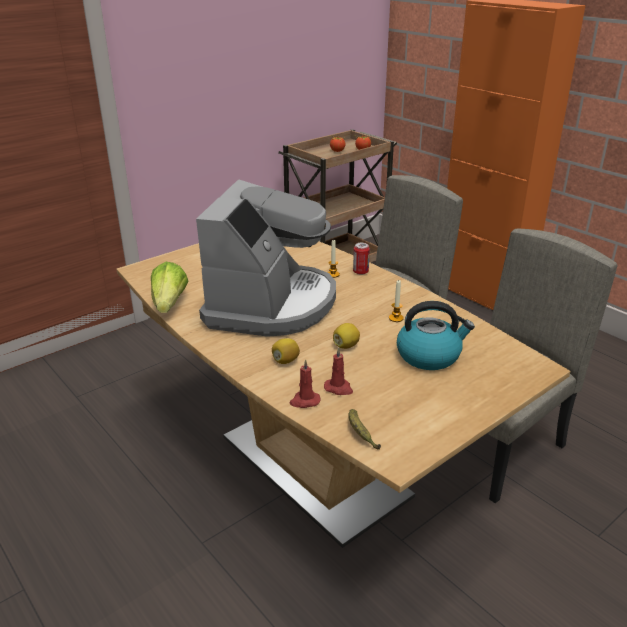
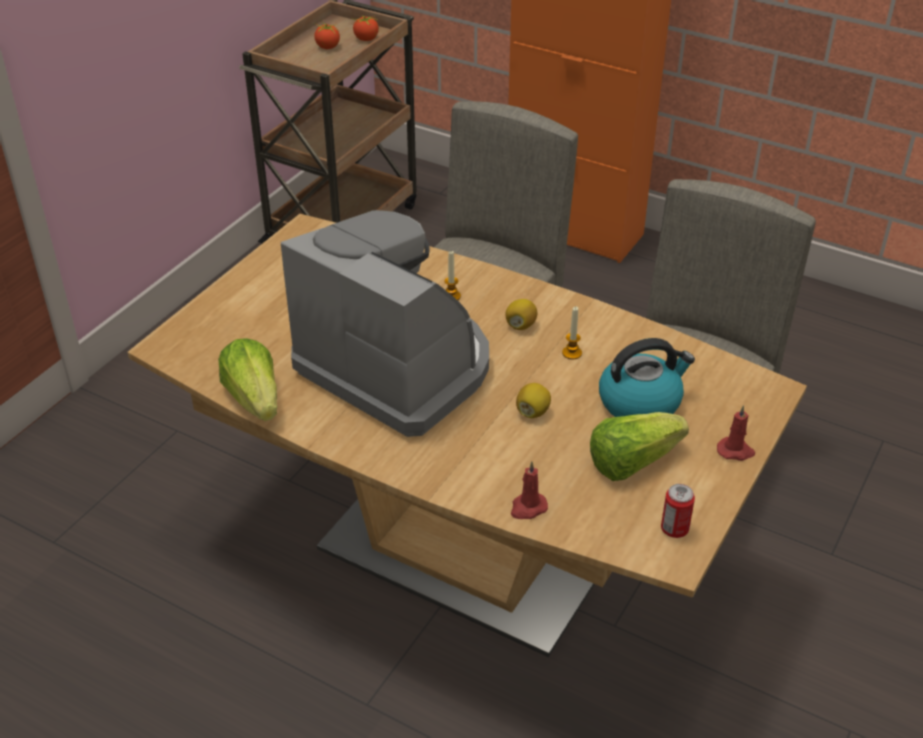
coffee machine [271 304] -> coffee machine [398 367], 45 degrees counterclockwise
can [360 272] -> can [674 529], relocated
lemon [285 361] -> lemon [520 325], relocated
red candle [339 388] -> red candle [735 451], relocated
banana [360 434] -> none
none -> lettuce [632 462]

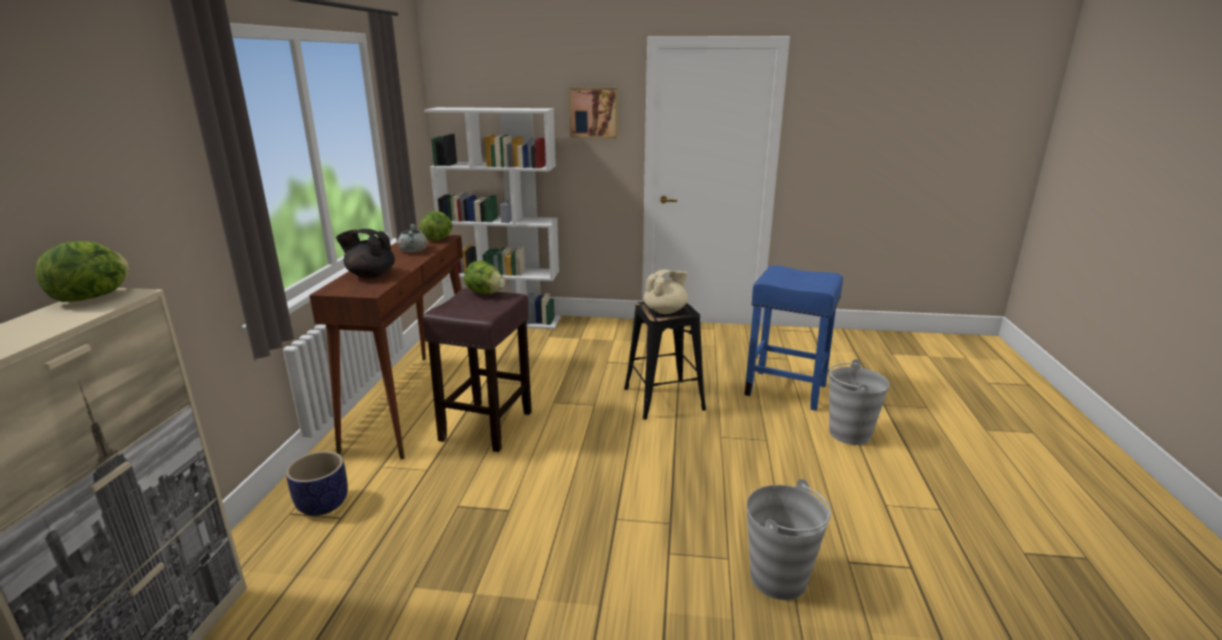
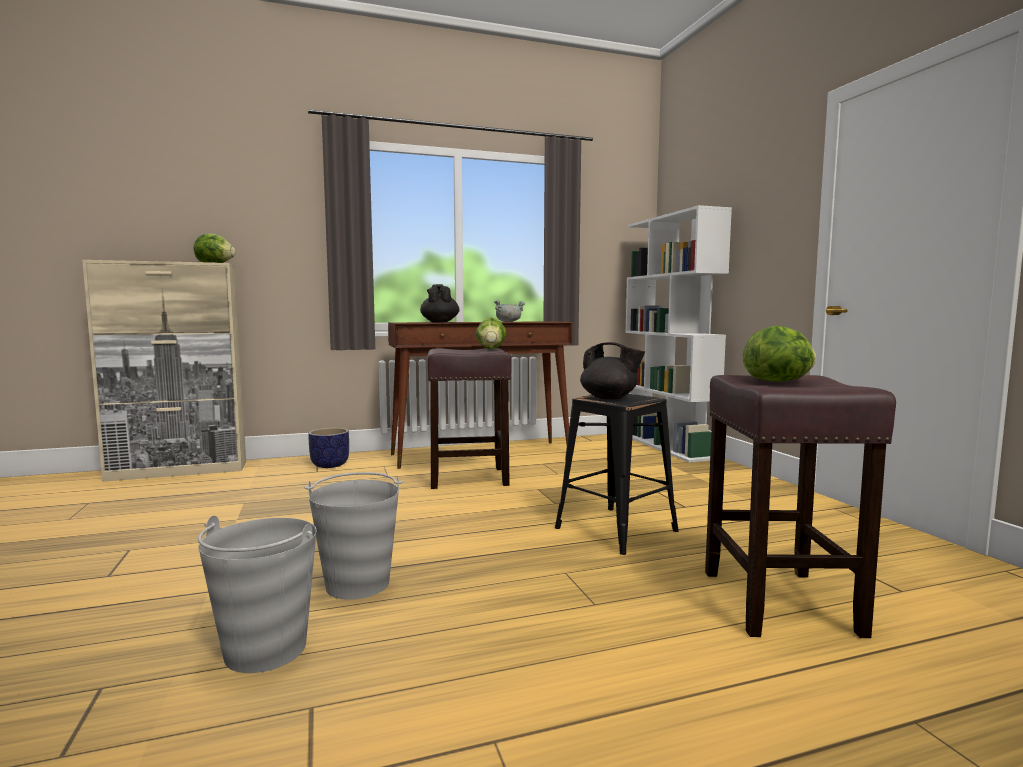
picture [594 112] -> none
lettuce [438 239] -> lettuce [779 381], relocated
blue stool [787 390] -> brown stool [781 603]
beige teapot [666 311] -> black teapot [610 398]
grey bucket [849 433] -> grey bucket [358 584], relocated

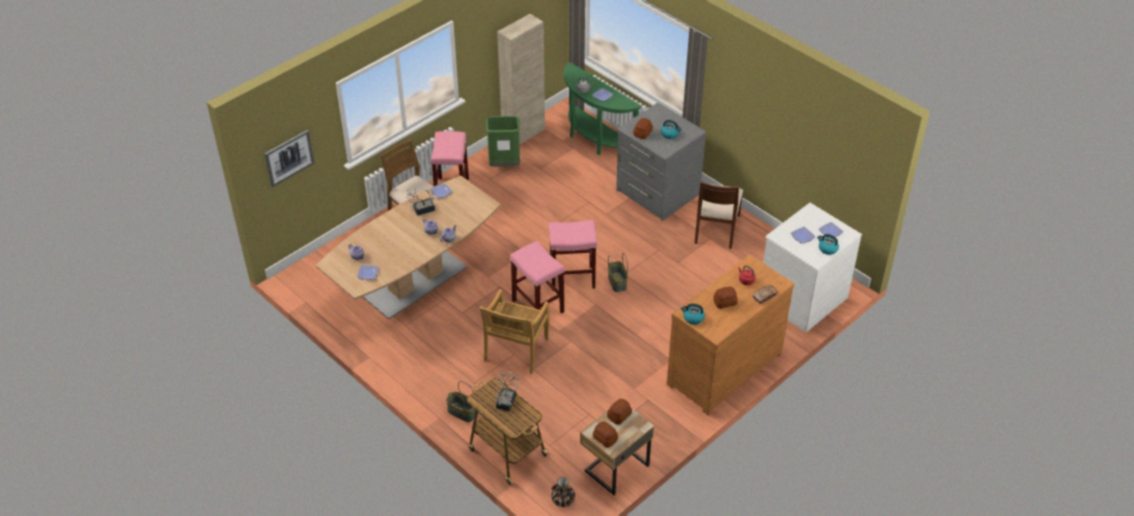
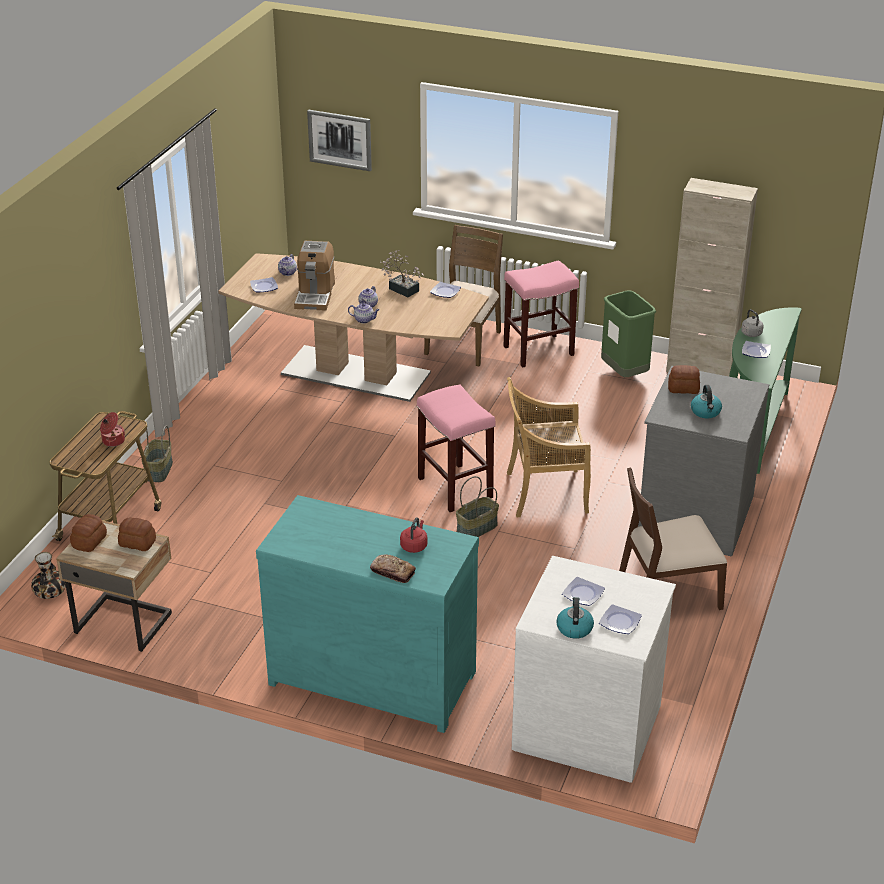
pink stool [537 306] -> none
brown dresser [722 368] -> turquoise dresser [373 675]
bread [725 302] -> none
beige chair [516 351] -> beige chair [545 493], relocated
kettle [693 318] -> none
potted plant [507 399] -> cooking pot [112 441]
none -> coffee machine [315 295]

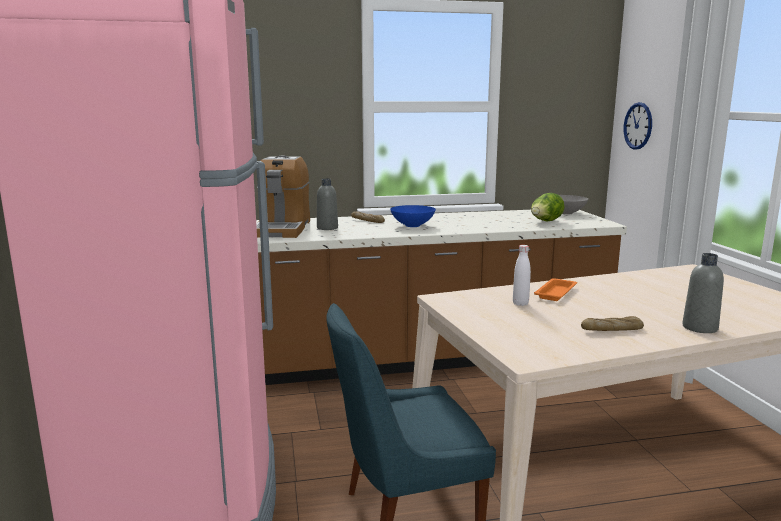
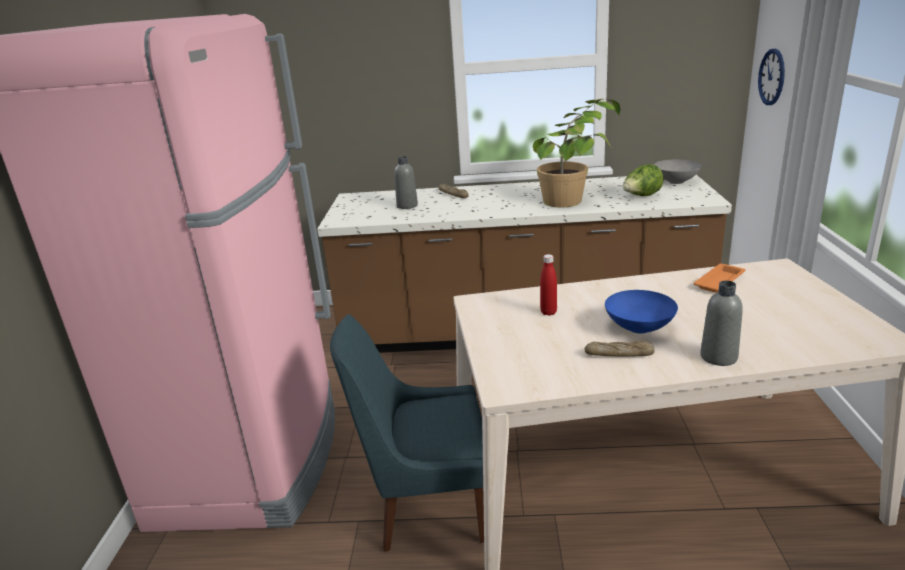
coffee machine [282 228] -> none
blue bowl [412 226] -> blue bowl [638 328], relocated
white bottle [520 303] -> red bottle [548 312]
orange tray [556 292] -> orange tray [719 281], relocated
none -> potted plant [577 197]

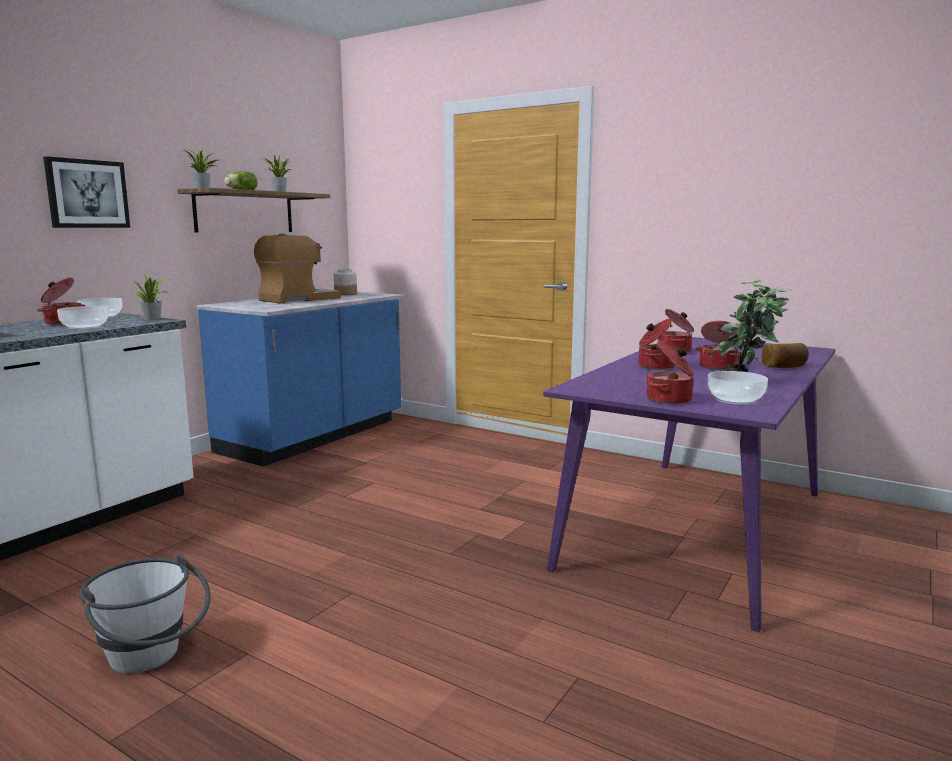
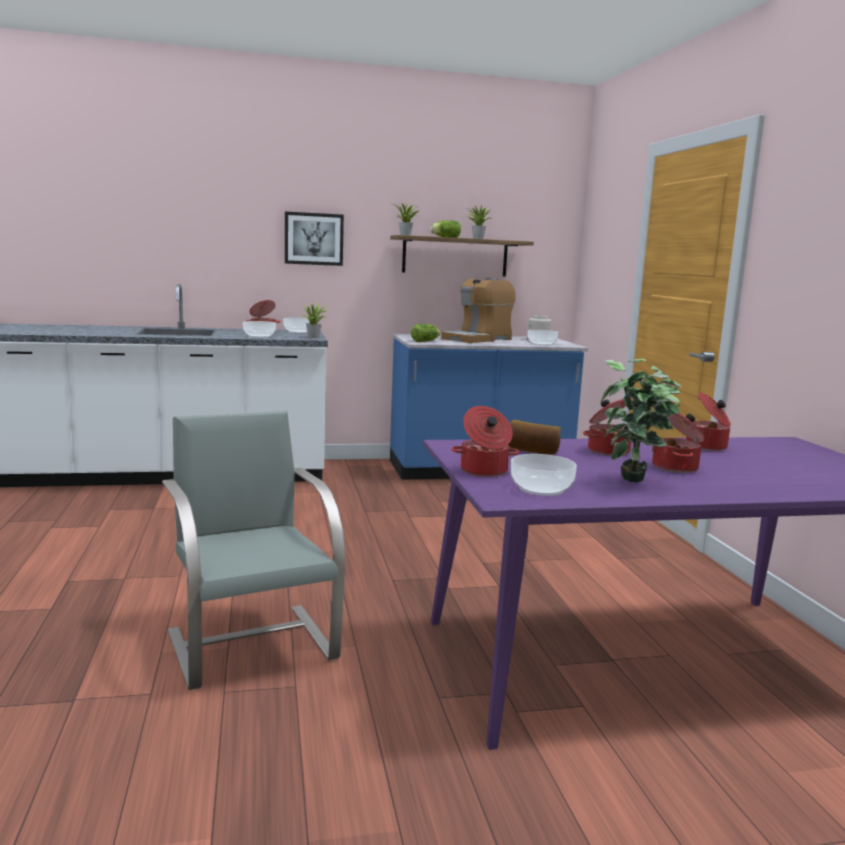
coffee machine [298 299] -> coffee machine [478 339], 135 degrees clockwise
bread [785 367] -> bread [532 451], relocated
white bucket [151 659] -> none
none -> lettuce [426 341]
none -> bowl [541 344]
none -> grey chair [252 643]

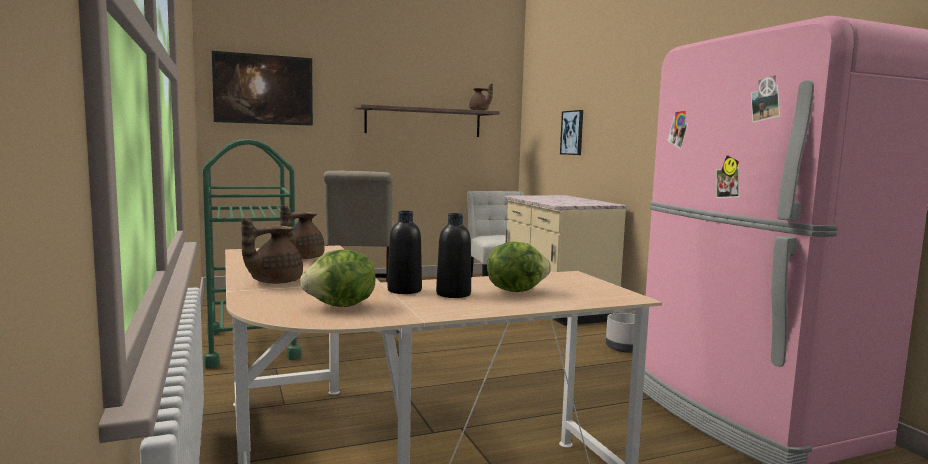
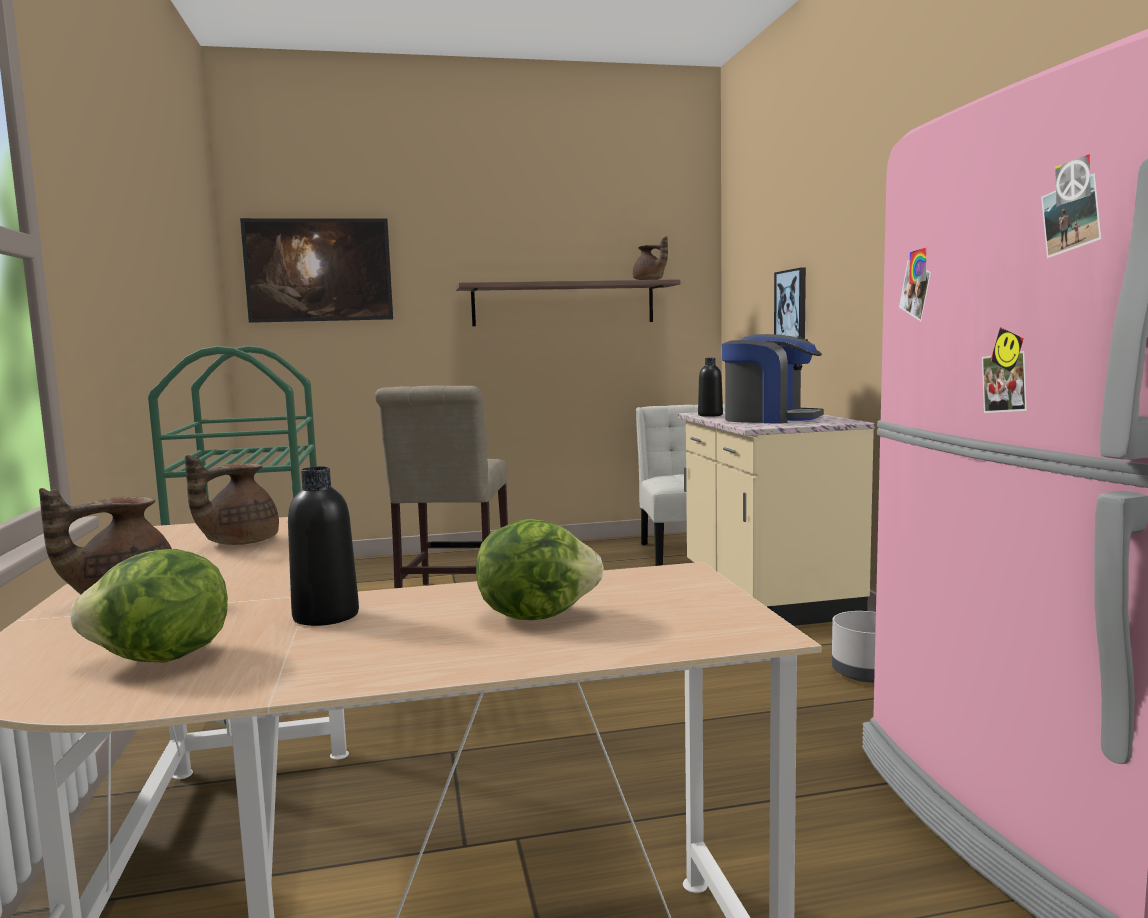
black bottle [453 294] -> black bottle [710 415], relocated
none -> coffee machine [770 419]

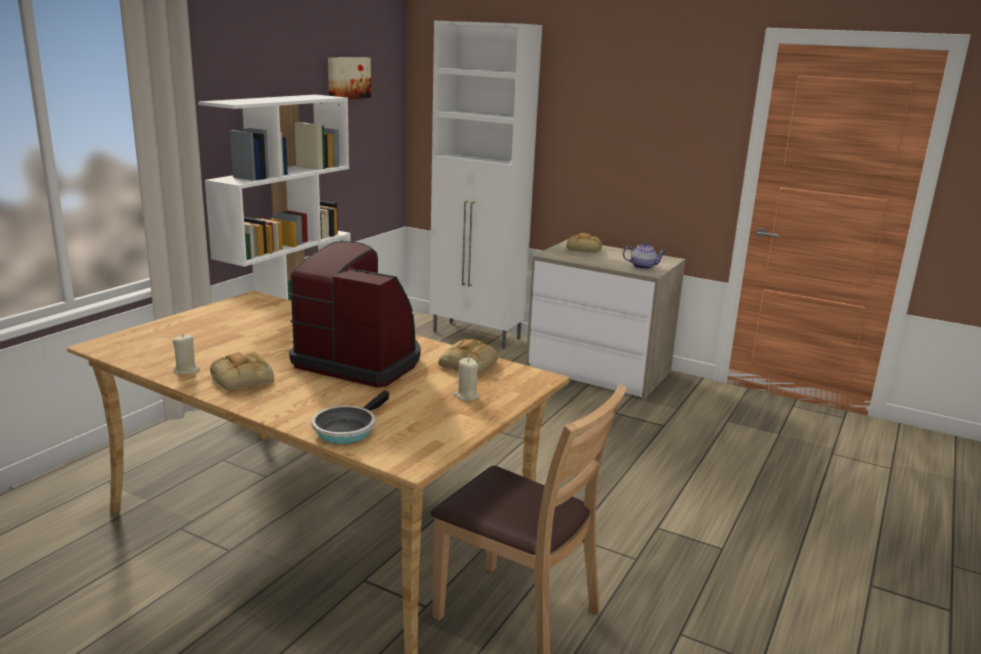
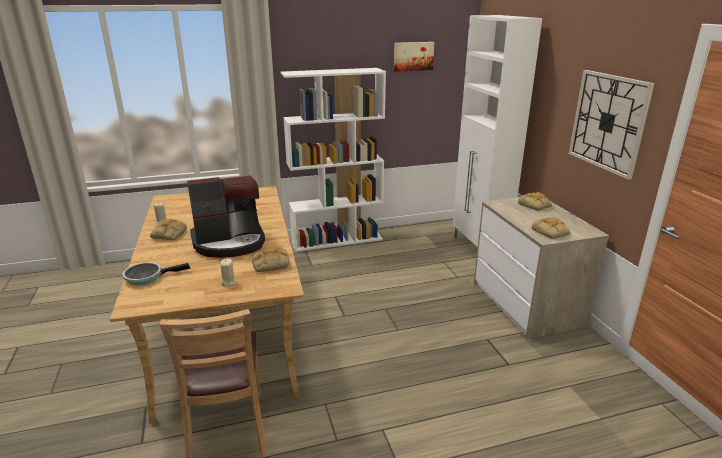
coffee machine [360 361] -> coffee machine [229 242], 90 degrees clockwise
teapot [643 267] -> bread [551 232]
none -> wall clock [608 122]

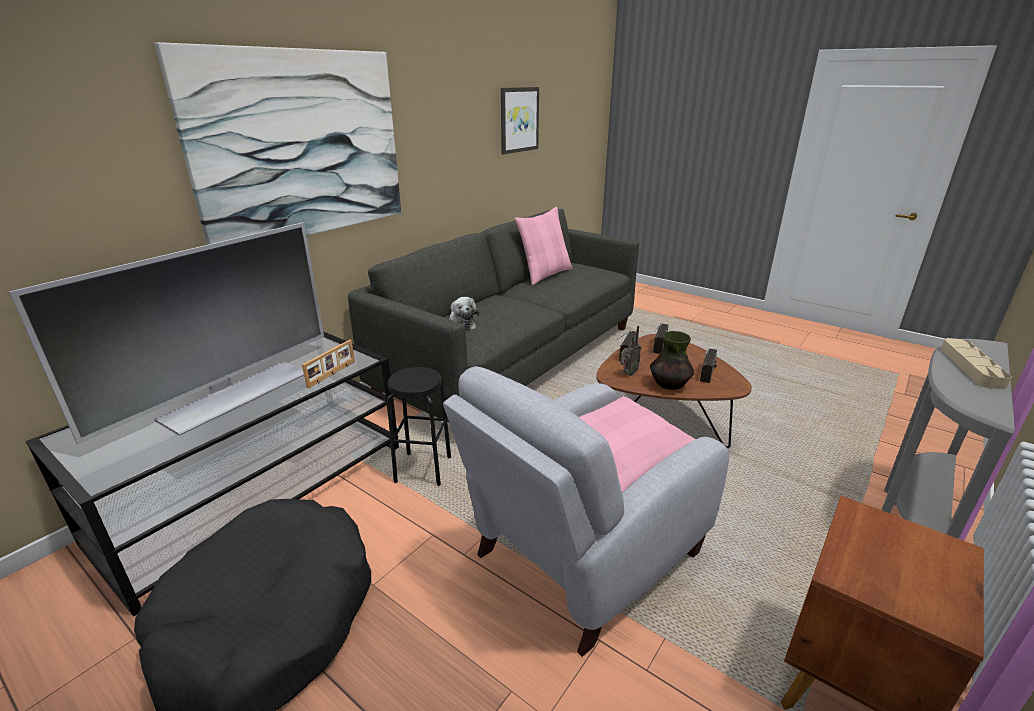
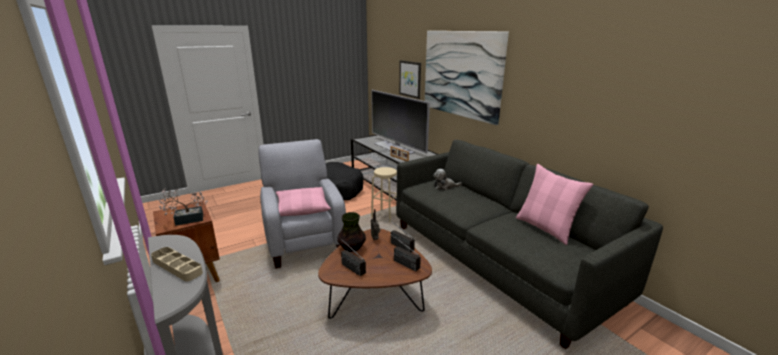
picture [518 120] -> picture [410 79], relocated
black stool [423 469] -> beige stool [385 215]
none -> potted plant [185 220]

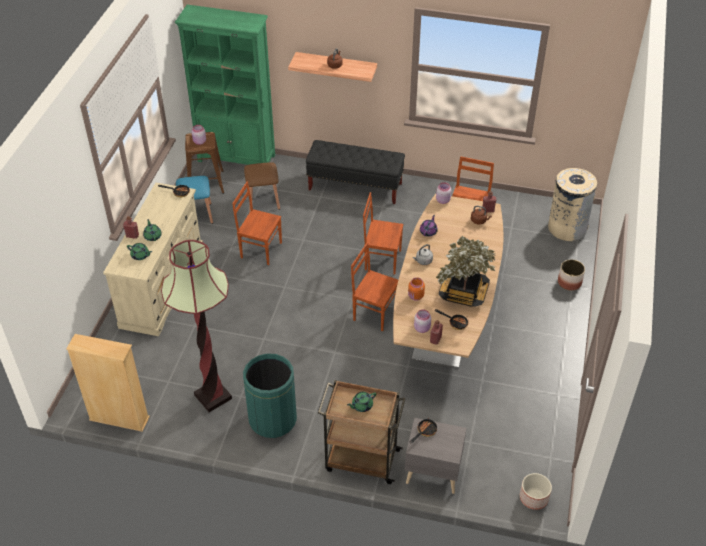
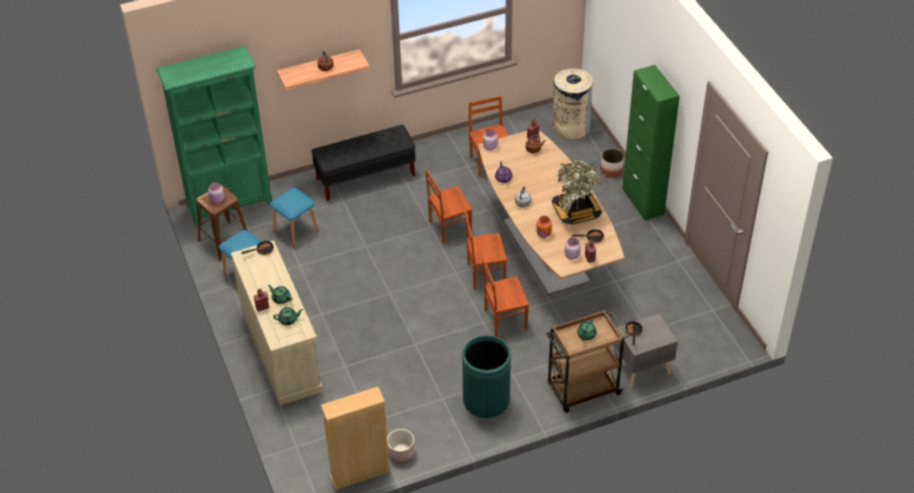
brown stool [263 201] -> blue stool [295 230]
brown chair [261 249] -> brown chair [504 319], relocated
floor lamp [213 396] -> none
planter [533 498] -> planter [401 452], relocated
none -> green cabinet [643 201]

